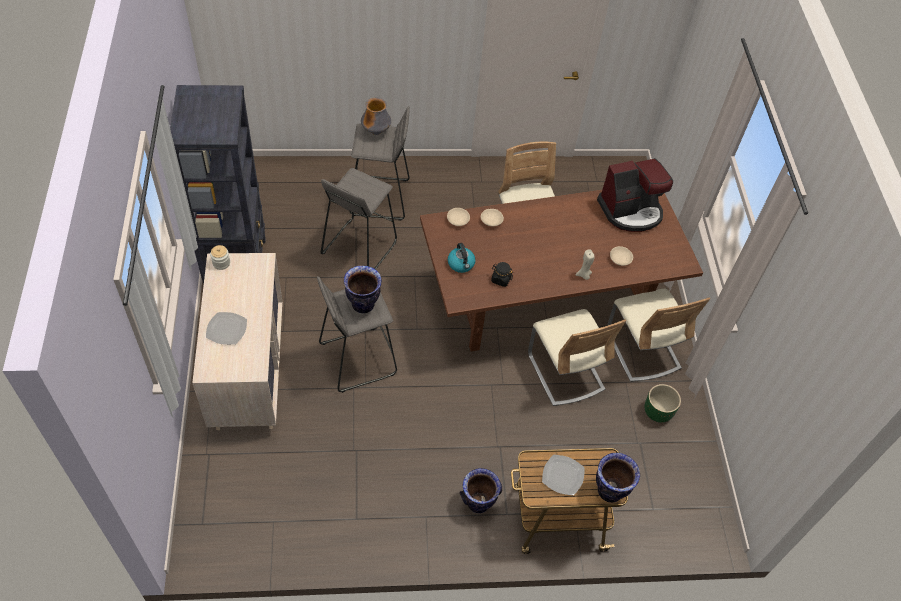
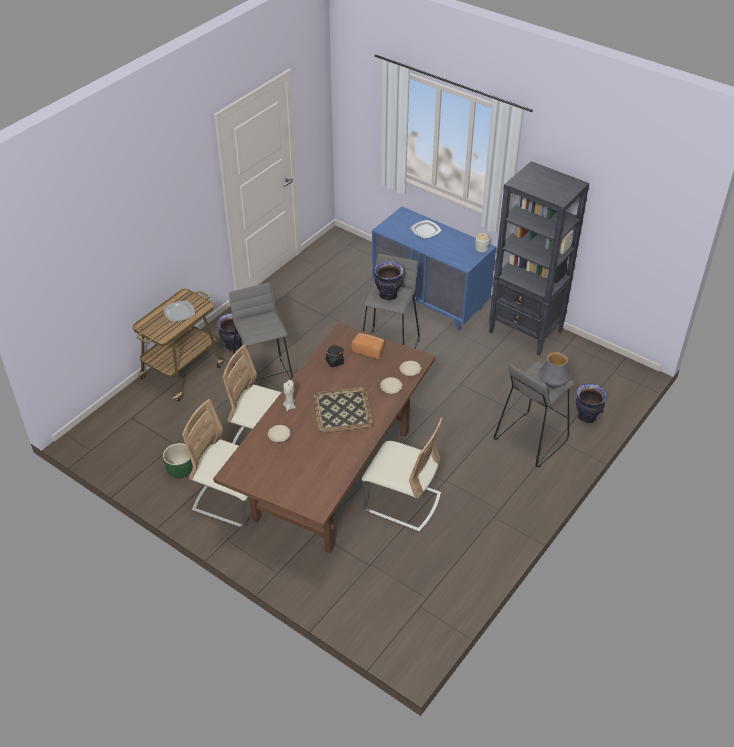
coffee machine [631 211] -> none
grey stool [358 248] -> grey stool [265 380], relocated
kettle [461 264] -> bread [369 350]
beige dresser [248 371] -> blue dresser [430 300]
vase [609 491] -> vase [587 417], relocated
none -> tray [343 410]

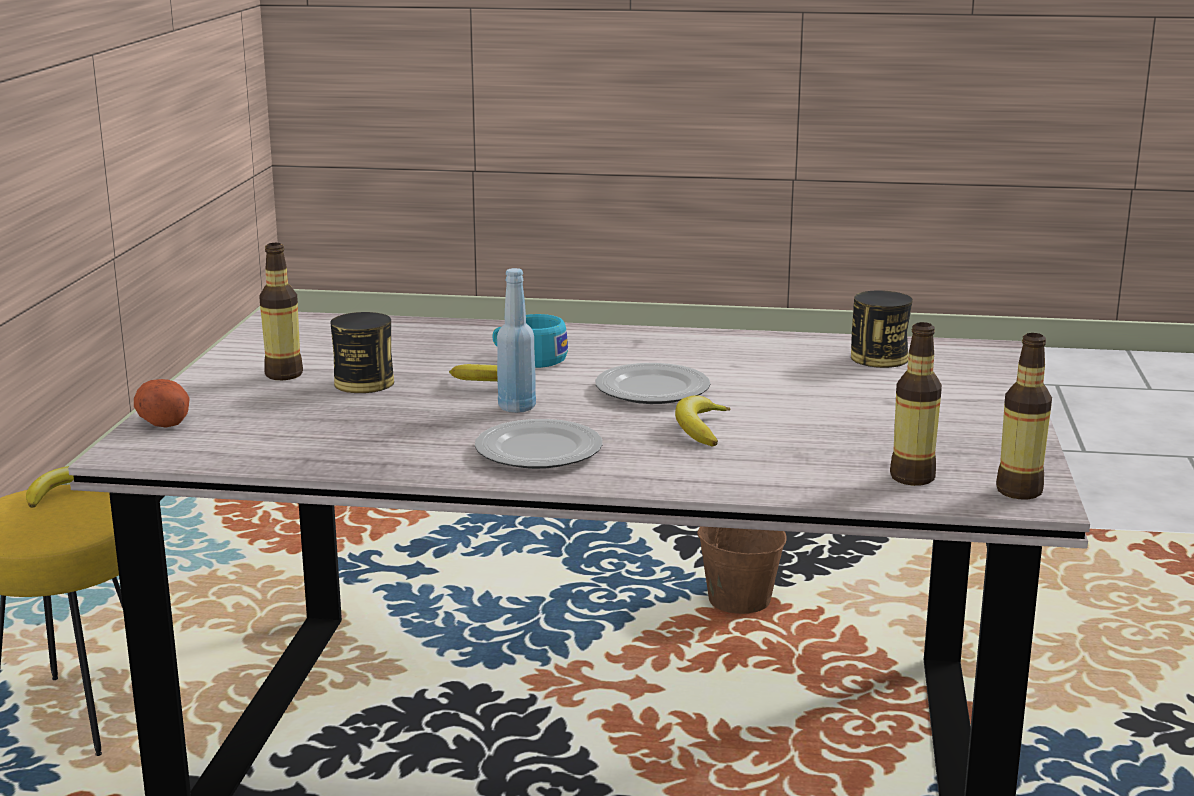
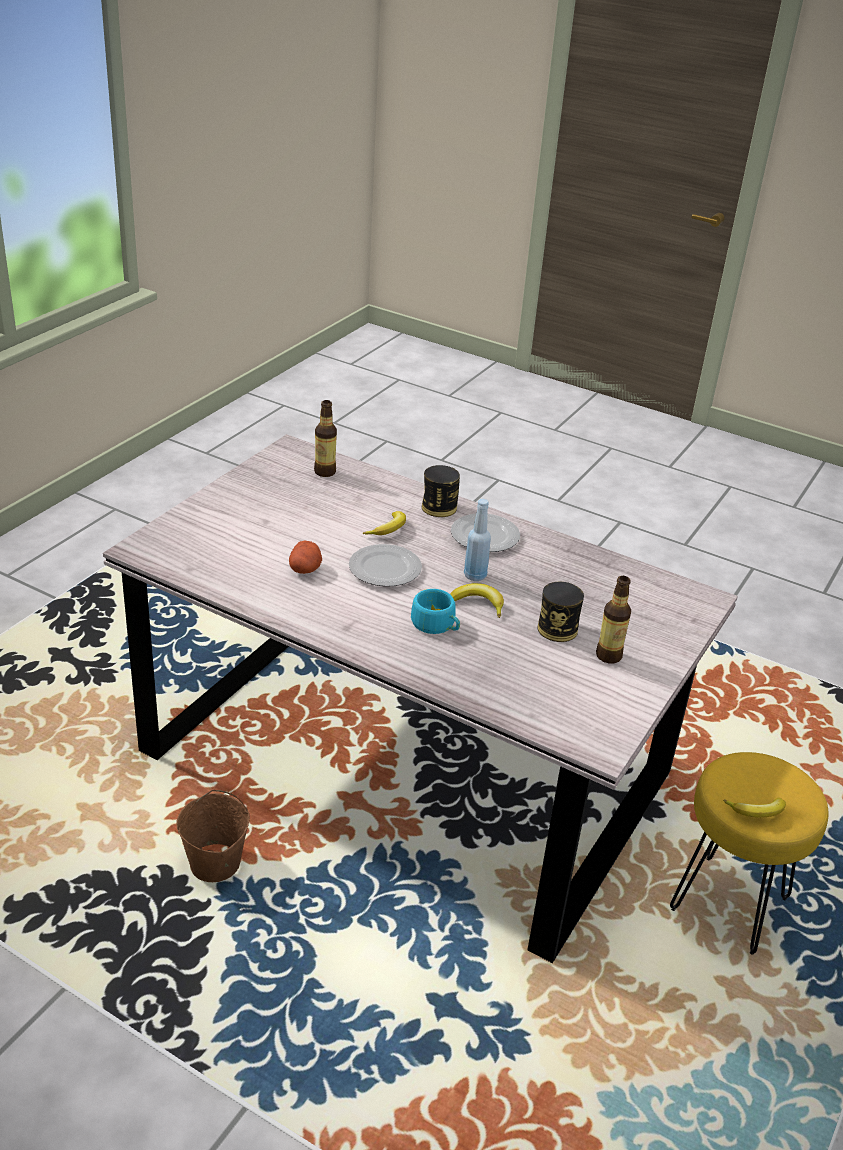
can [879 358] -> can [439 507], relocated
bottle [1019 491] -> none
potato [163 421] -> potato [305 569], relocated

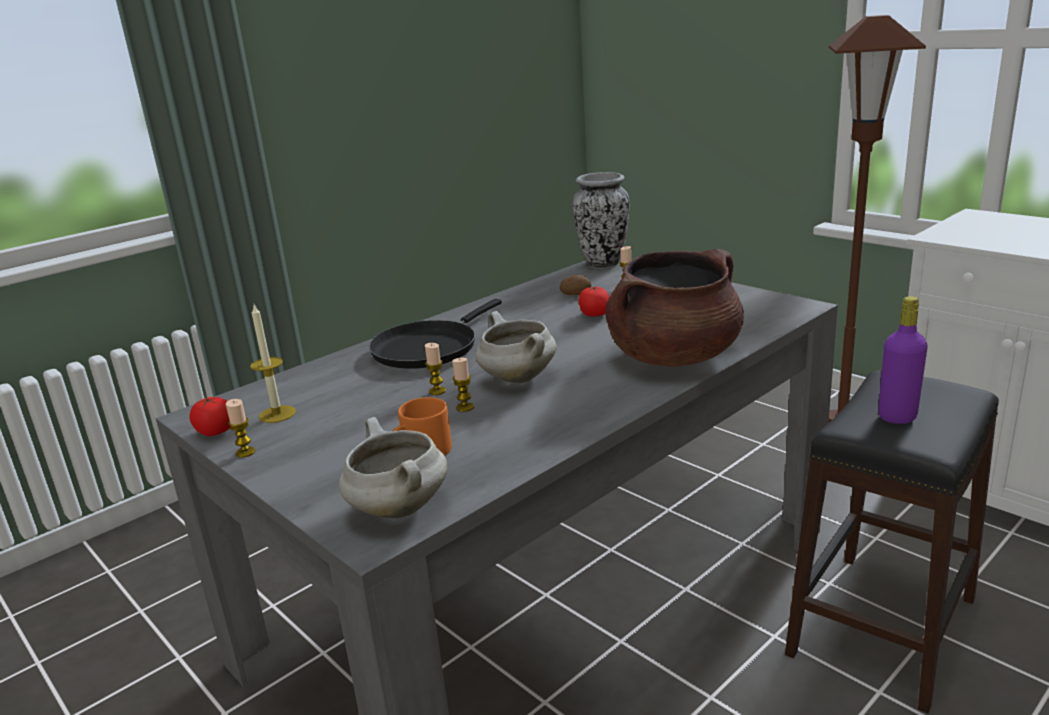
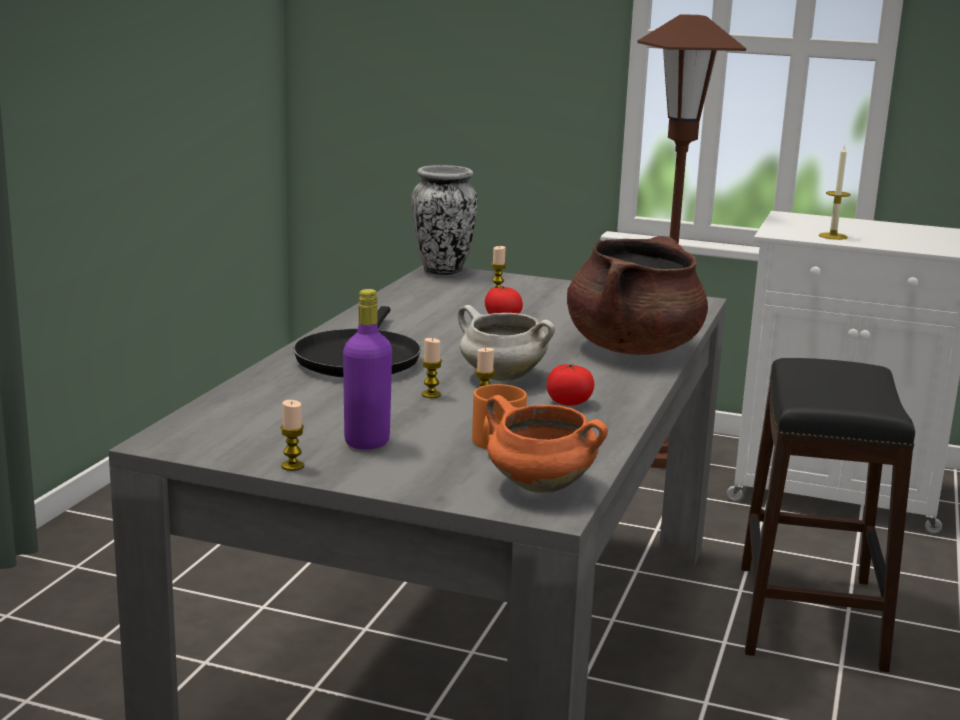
potato [575 294] -> none
purple bottle [897 417] -> purple bottle [367 442], relocated
candle [277 414] -> candle [833 236], relocated
tomato [216 432] -> tomato [569 402], relocated
white cooking pot [397 508] -> orange cooking pot [538 486]

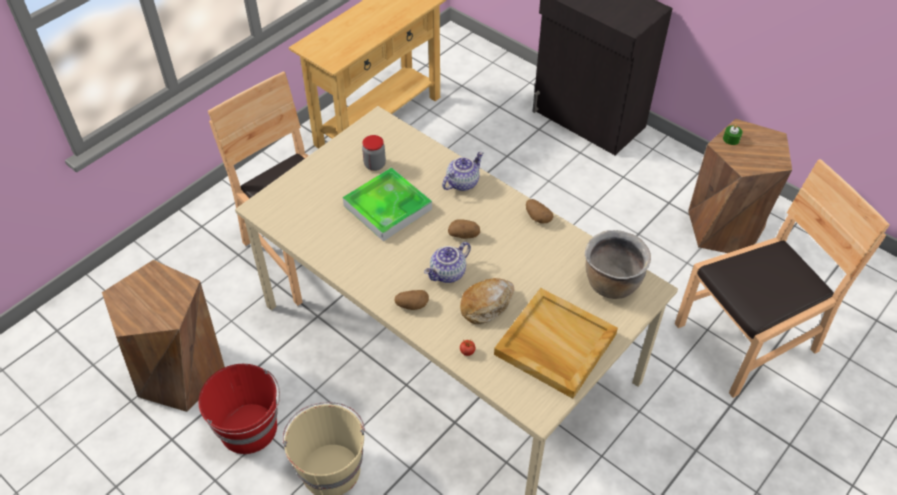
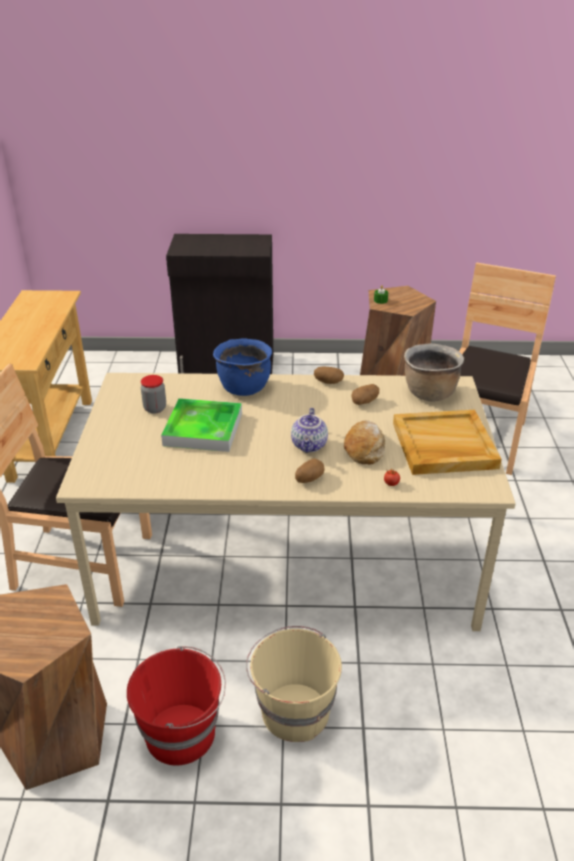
teapot [462 182] -> blue cooking pot [243 387]
potato [464 235] -> potato [364 402], relocated

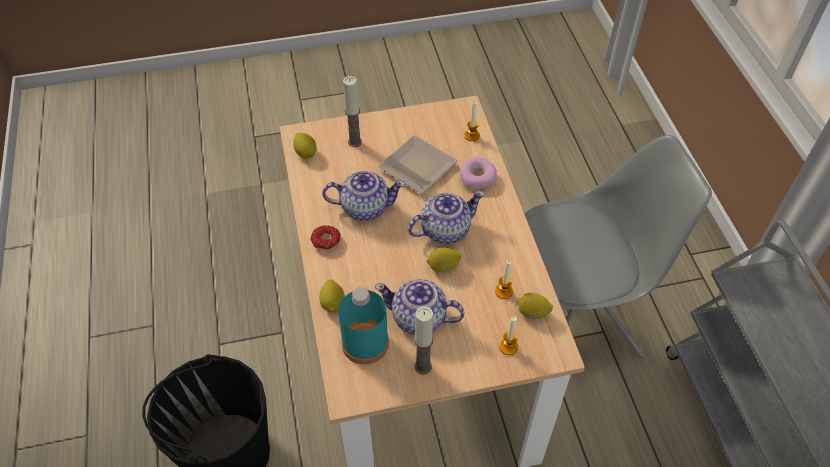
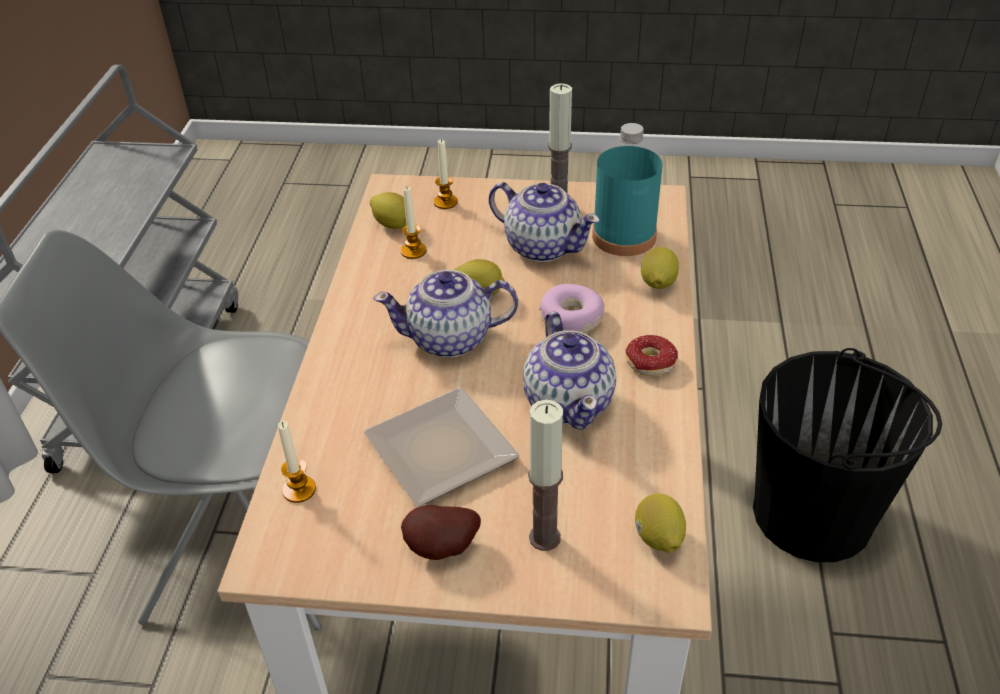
donut [477 177] -> donut [571 318], relocated
teapot [364 207] -> teapot [569 401], 120 degrees counterclockwise
none -> potato [443 549]

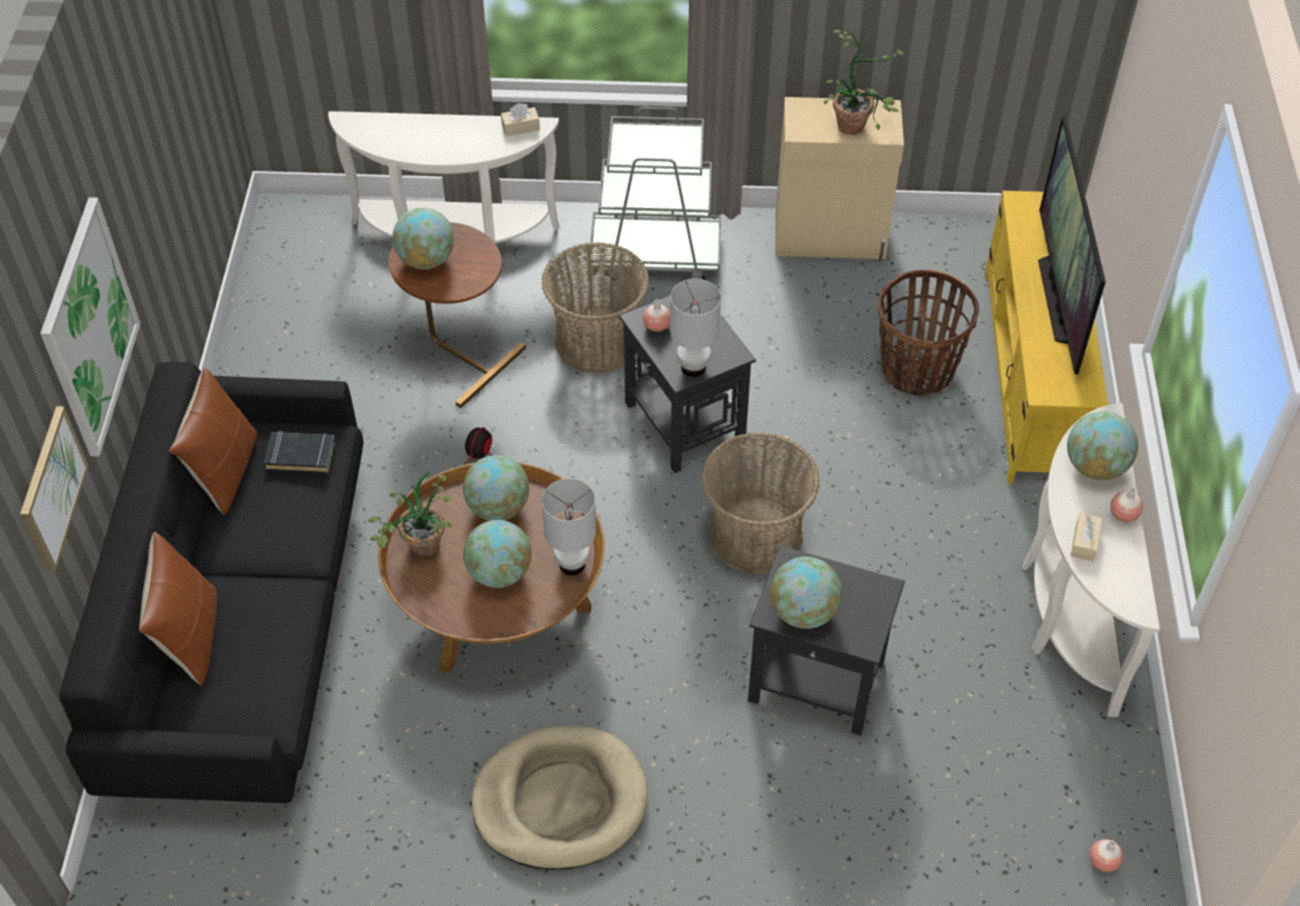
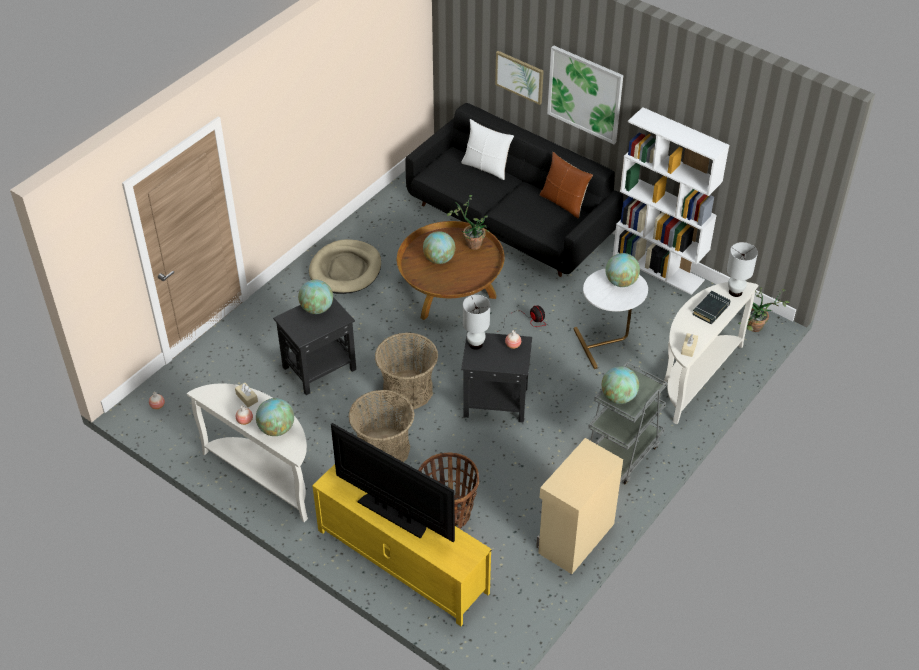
potted plant [856 123] -> potted plant [755 330], relocated
brown side table [459 356] -> white side table [608 343]
basket [597 341] -> basket [383 449], relocated
black book [301 456] -> black book [711 310], relocated
globe [498 508] -> globe [618 397], relocated
white table lamp [572 564] -> white table lamp [735 292], relocated
brown pillow [190 637] -> white pillow [486 167]
none -> white bookcase [658 268]

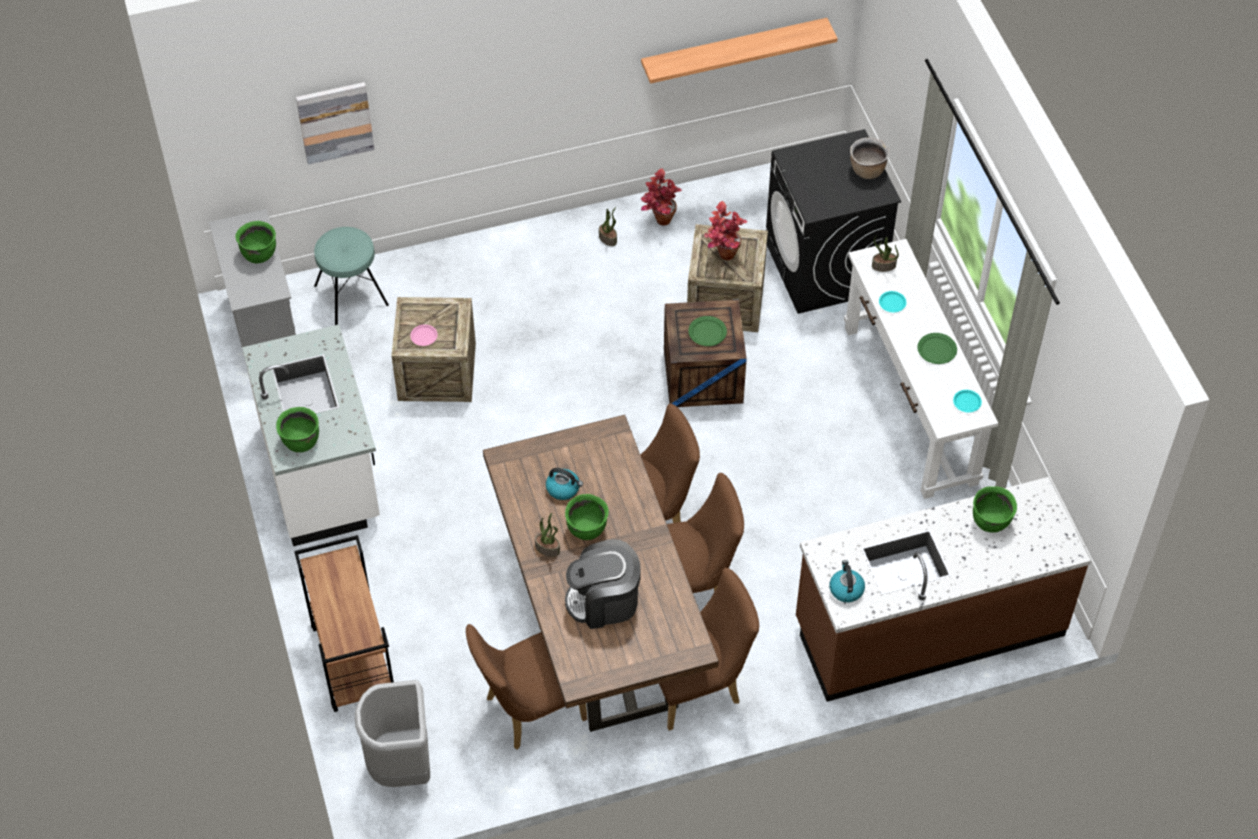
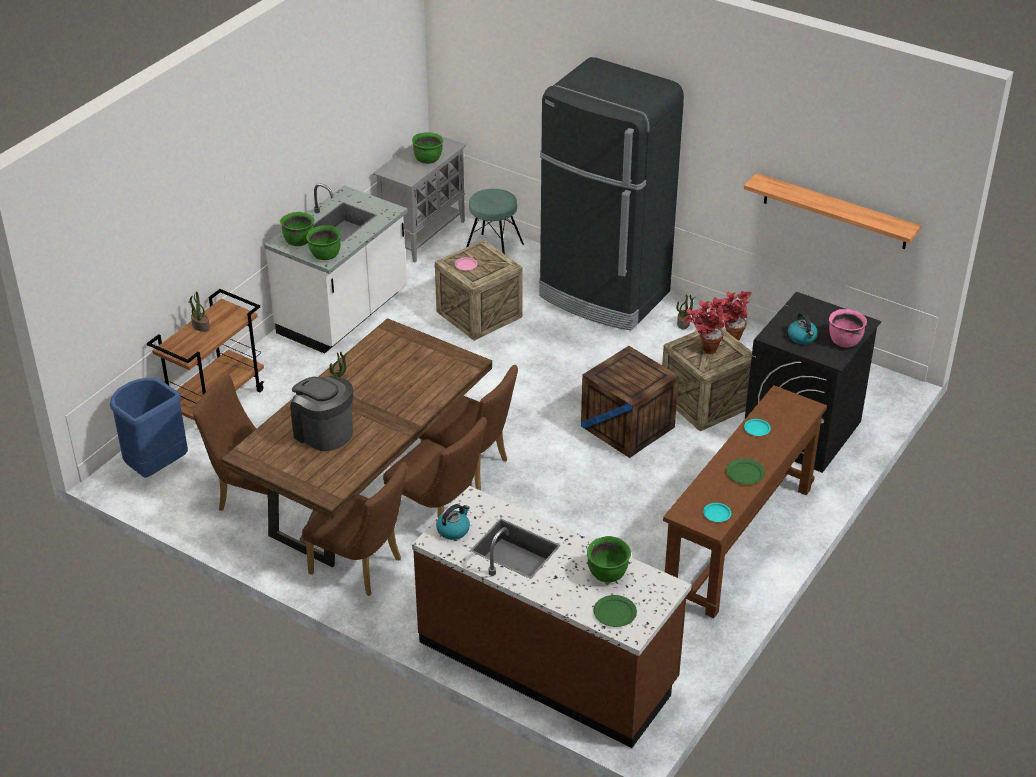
picture [335 121] -> none
brown cooking pot [867 170] -> pink cooking pot [844 341]
potted plant [883 266] -> potted plant [200 326], relocated
white console table [909 404] -> brown console table [738 540]
green plate [707 332] -> green plate [615 613], relocated
kettle [563 488] -> kettle [802 337], relocated
green cooking pot [587 529] -> green cooking pot [325 255], relocated
grey trash can [401 766] -> blue trash can [155 467]
none -> black fridge [604 295]

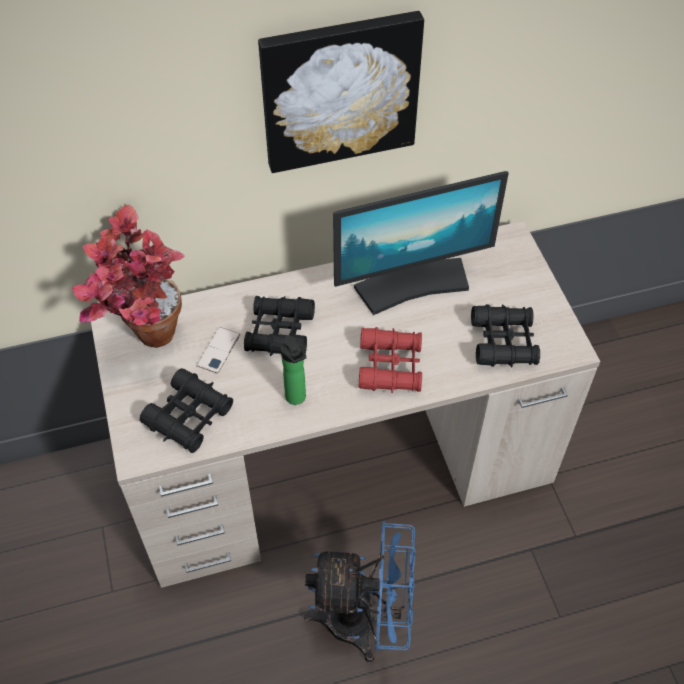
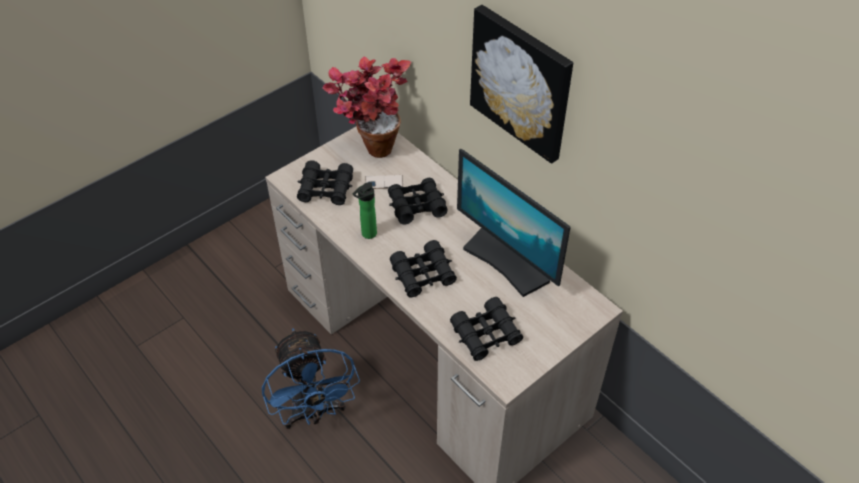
red binoculars [390 366] -> black binoculars [423 274]

